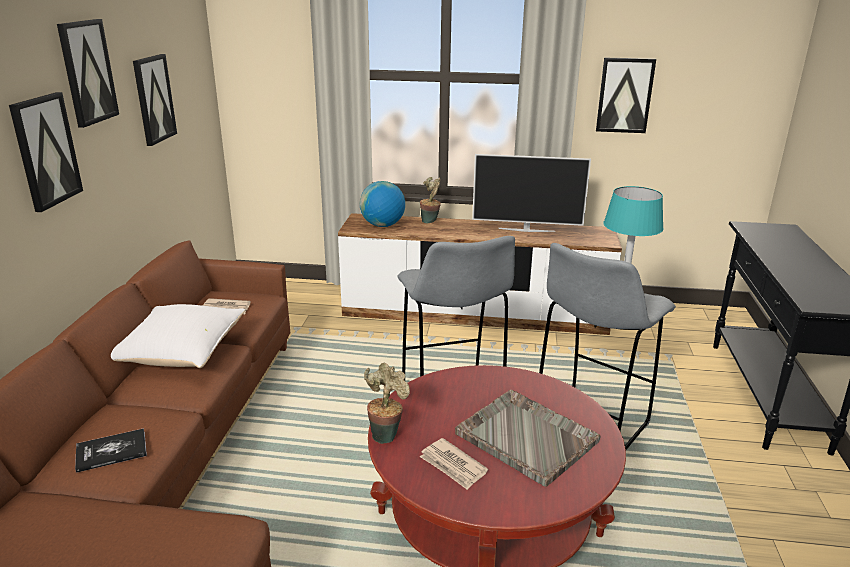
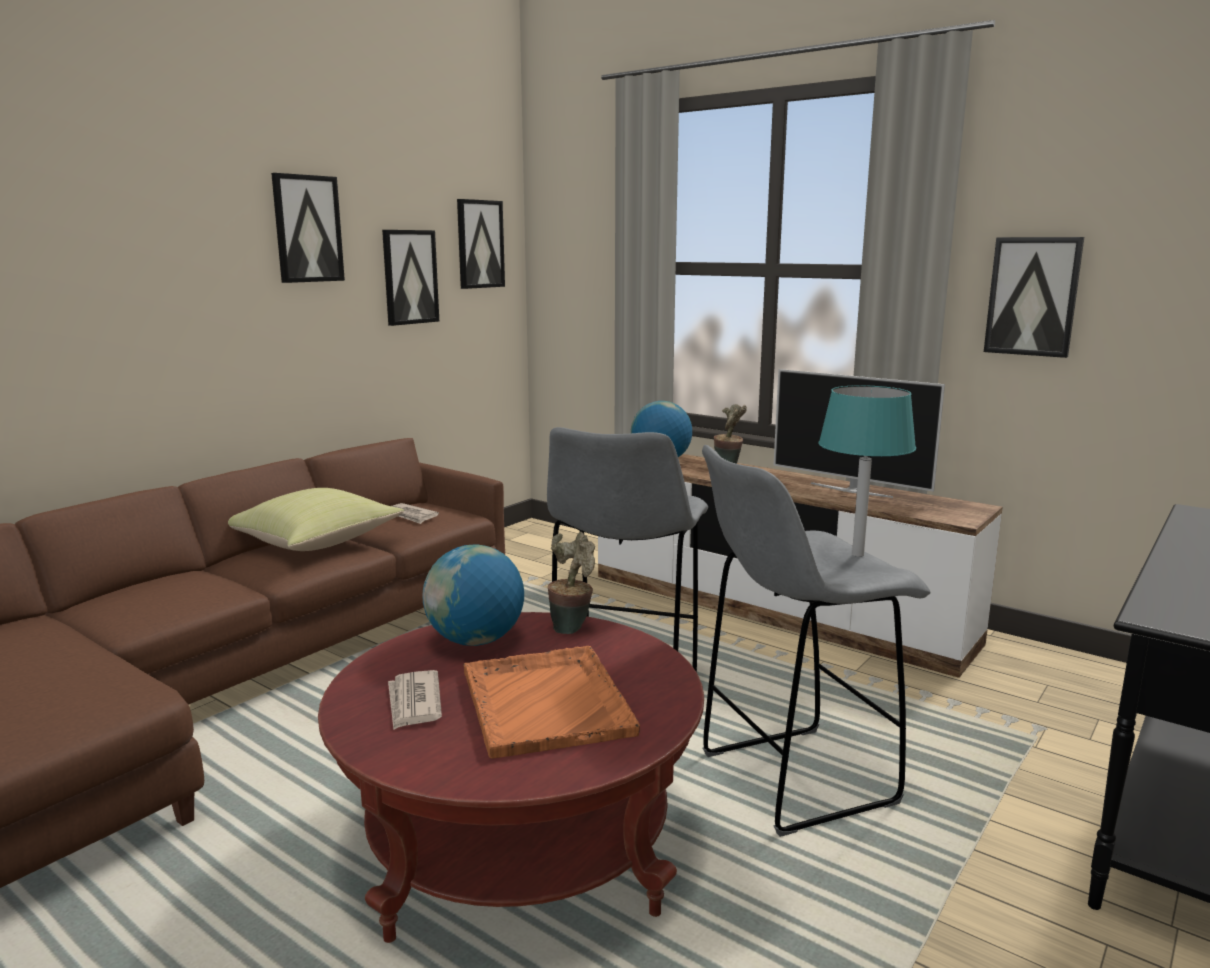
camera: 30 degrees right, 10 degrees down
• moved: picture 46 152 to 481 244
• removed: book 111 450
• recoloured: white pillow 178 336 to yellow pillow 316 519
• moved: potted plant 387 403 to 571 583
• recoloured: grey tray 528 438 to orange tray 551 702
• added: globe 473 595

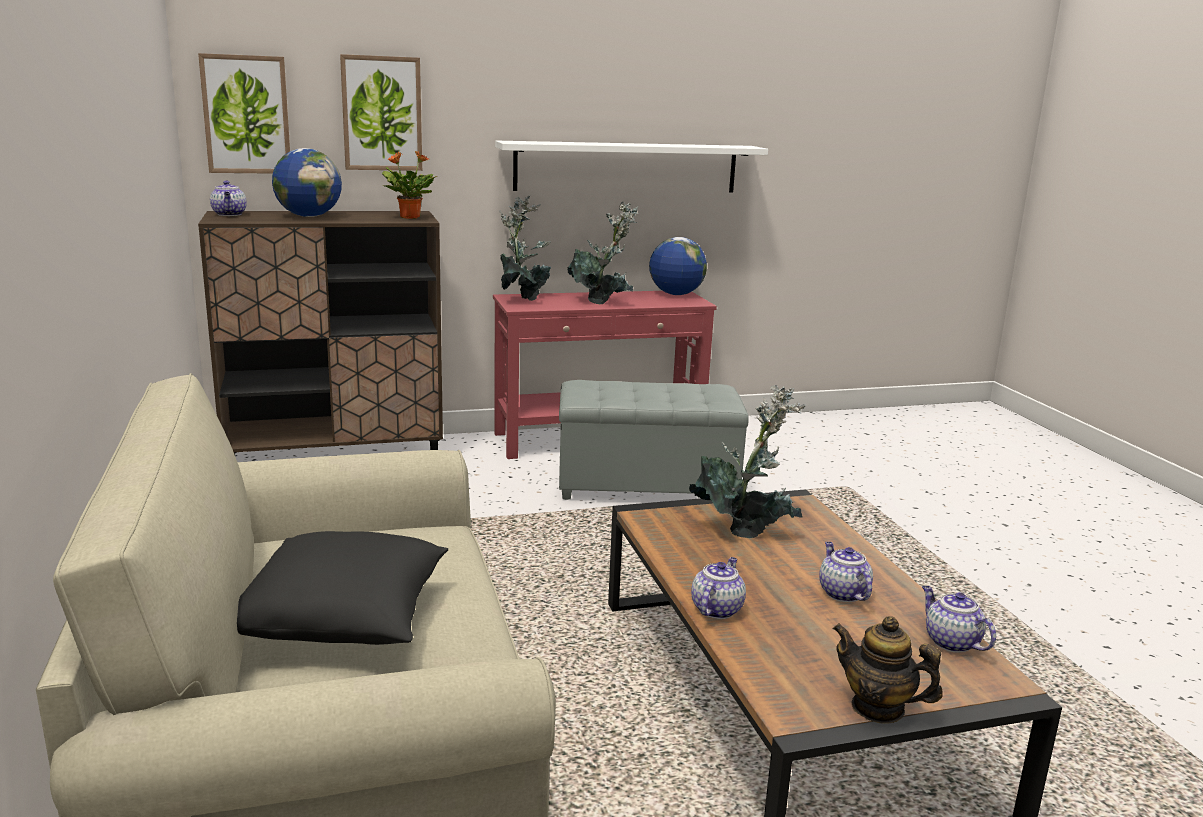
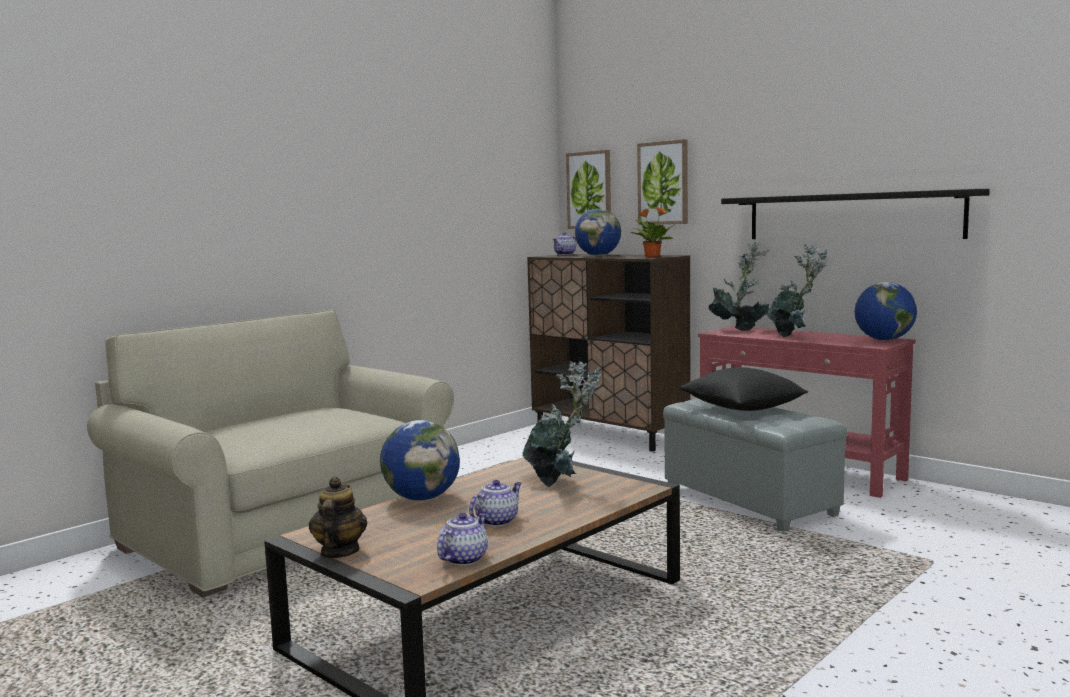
camera: 60 degrees right, 10 degrees down
• moved: black pillow 342 588 to 744 389
• recoloured: white shelf 631 166 to black shelf 855 214
• replaced: teapot 718 588 to globe 420 460

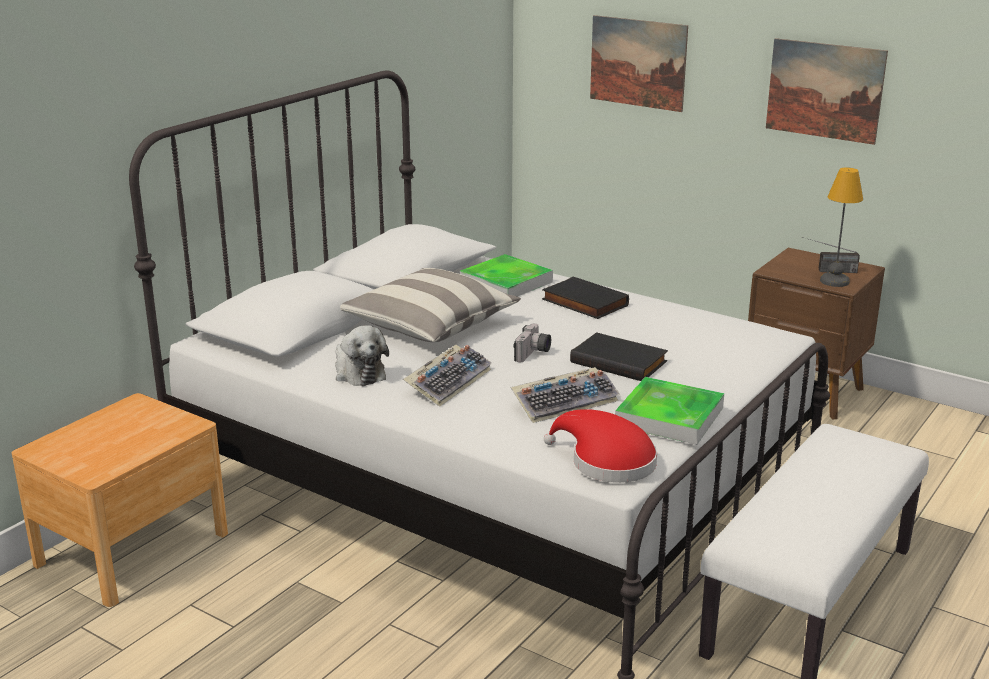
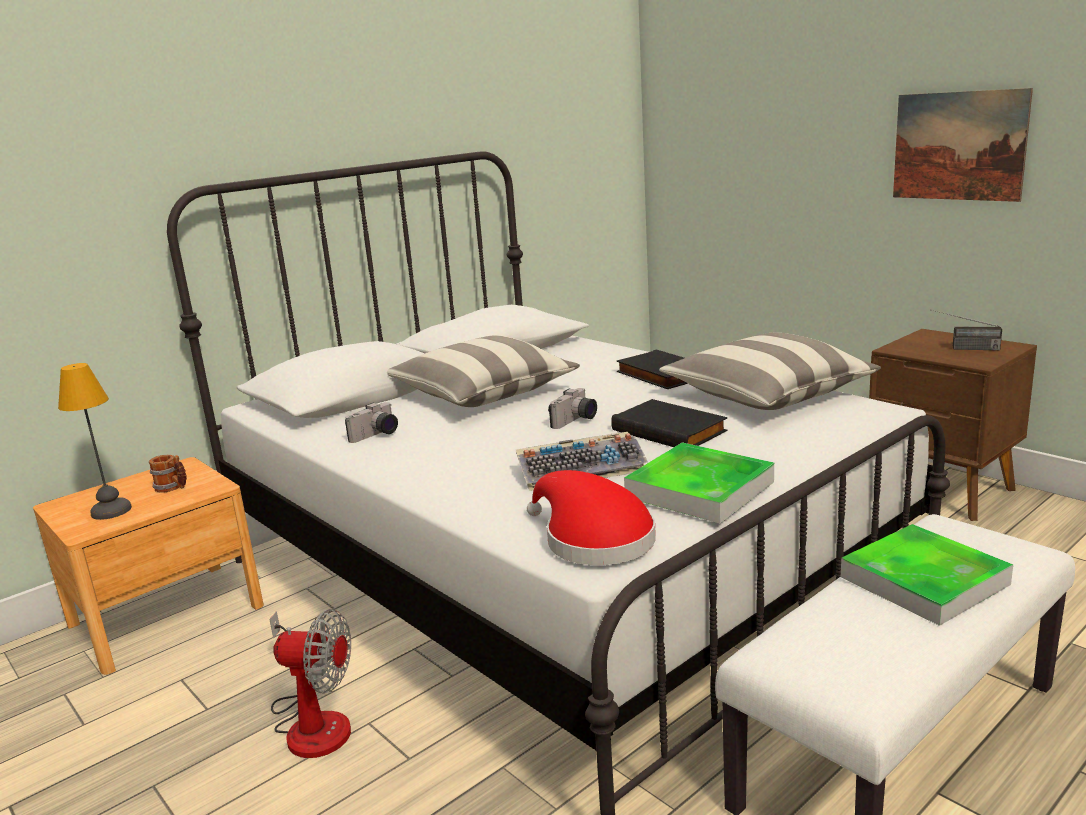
camera: 15 degrees right, 5 degrees down
• replaced: plush toy 362 355 to photo camera 371 422
• removed: keyboard 447 376
• moved: tray 506 275 to 927 575
• removed: picture 639 63
• moved: table lamp 841 227 to 95 441
• added: mug 168 474
• added: fan 310 683
• added: pillow 770 371

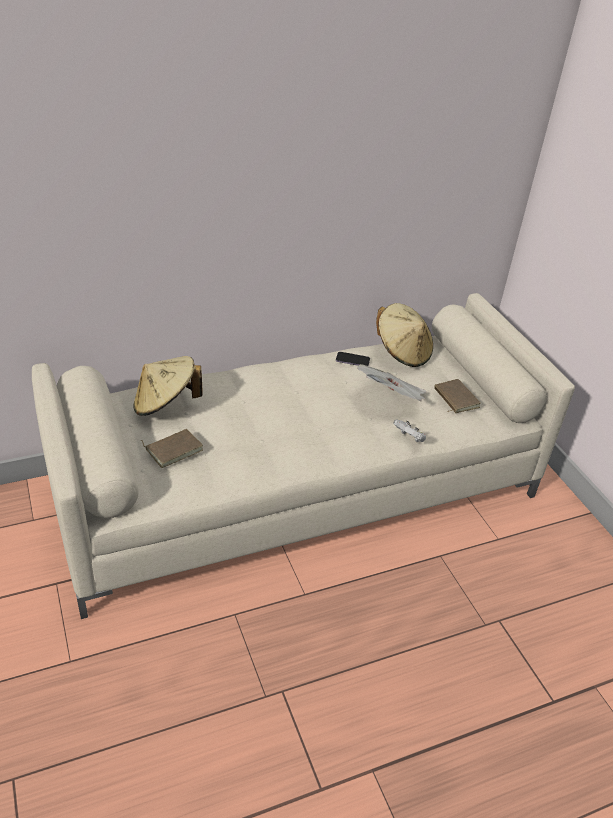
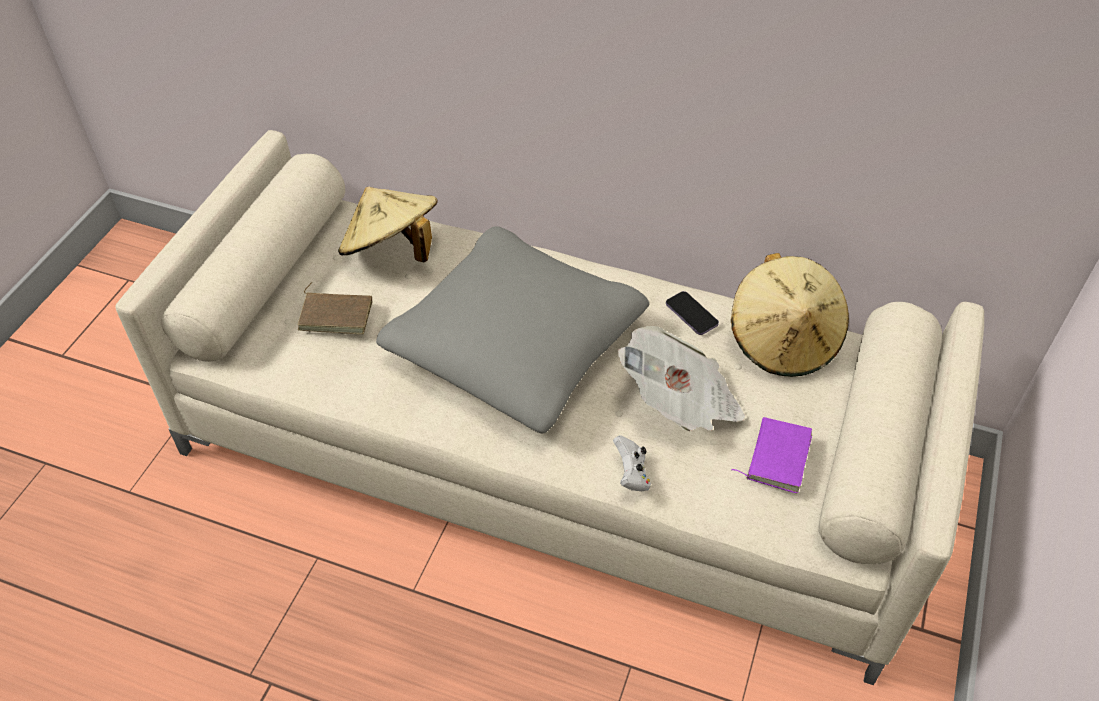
camera: 45 degrees right, 10 degrees up
• recoloured: brown book 457 396 to purple book 771 455
• added: grey pillow 512 329

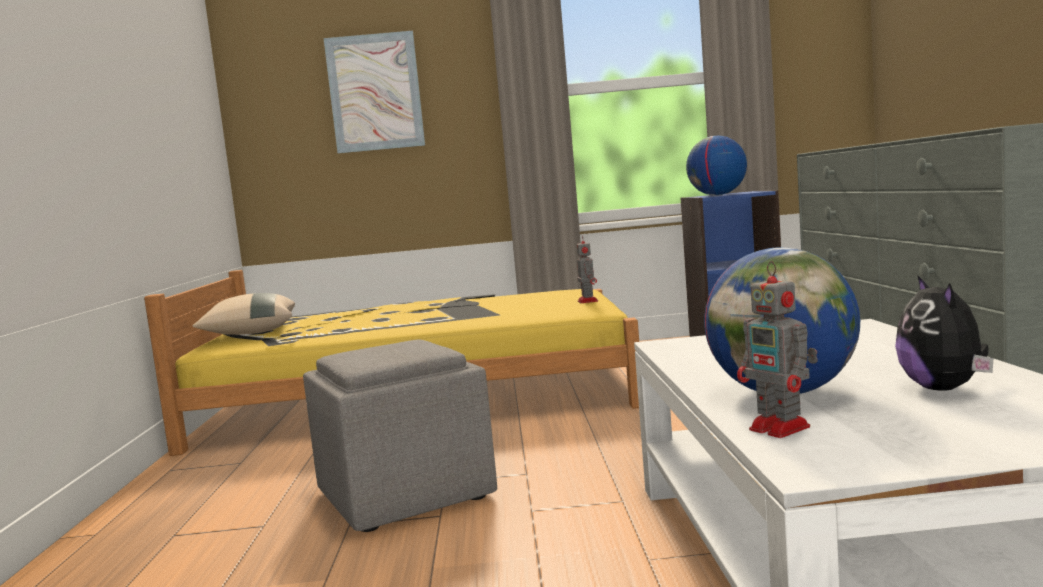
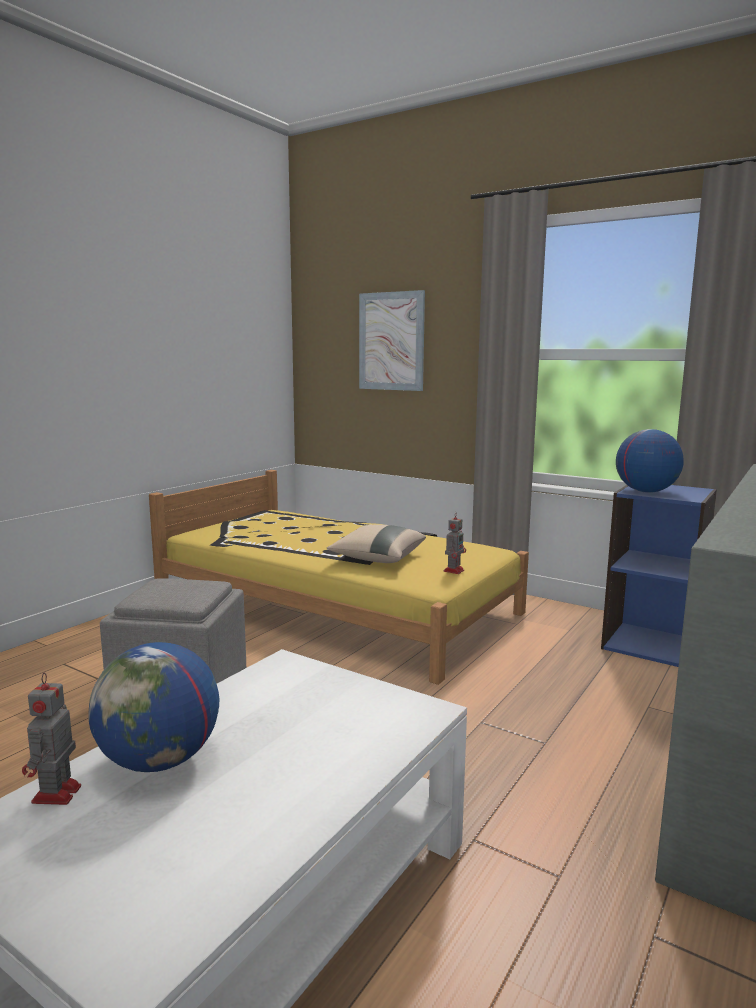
camera: 35 degrees right, 5 degrees up
• moved: beige pillow 243 314 to 376 543
• removed: plush toy 944 333

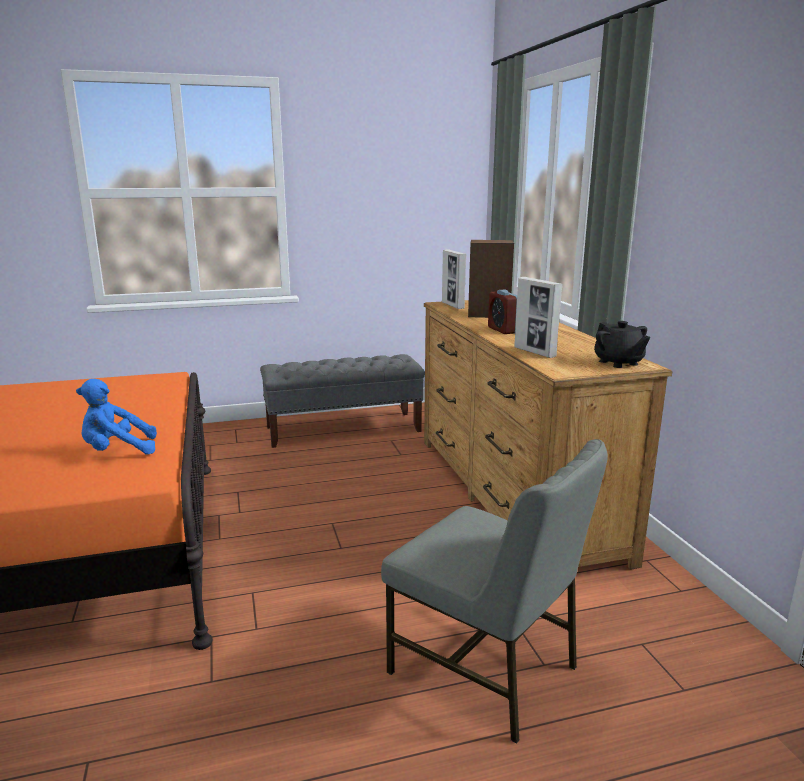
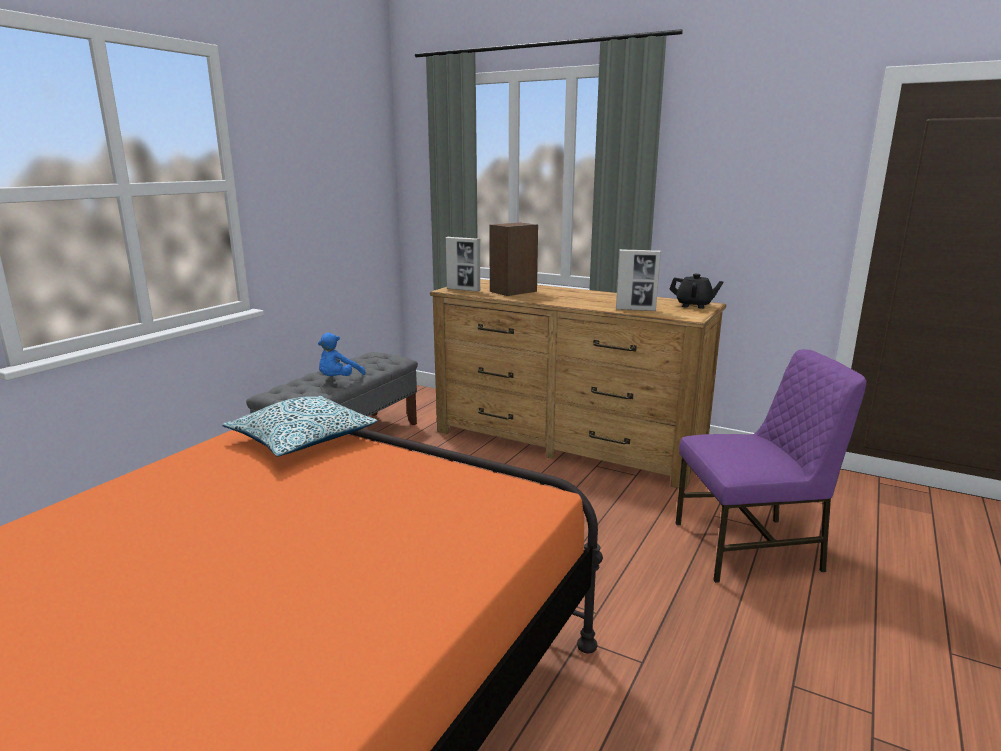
camera: 45 degrees left, 0 degrees up
• moved: blue plush toy 116 417 to 342 354
• recoloured: grey chair 494 591 to purple chair 771 466
• removed: alarm clock 502 311
• added: pillow 300 426

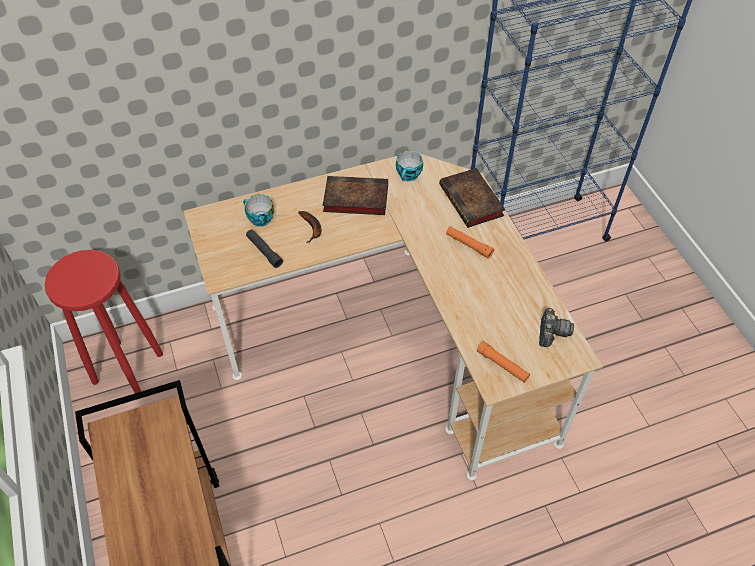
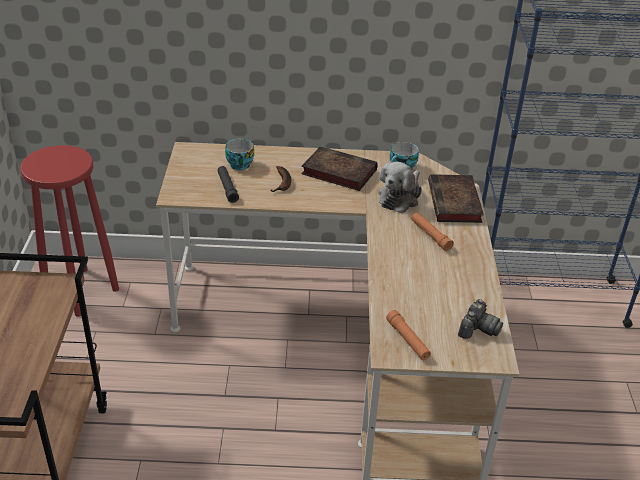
camera: 20 degrees right, 15 degrees down
• added: plush toy 400 187

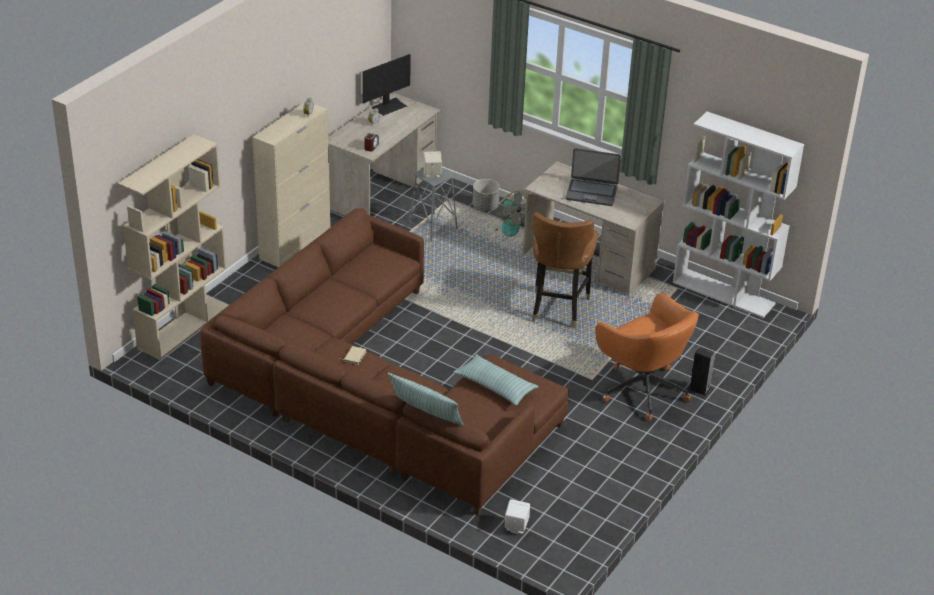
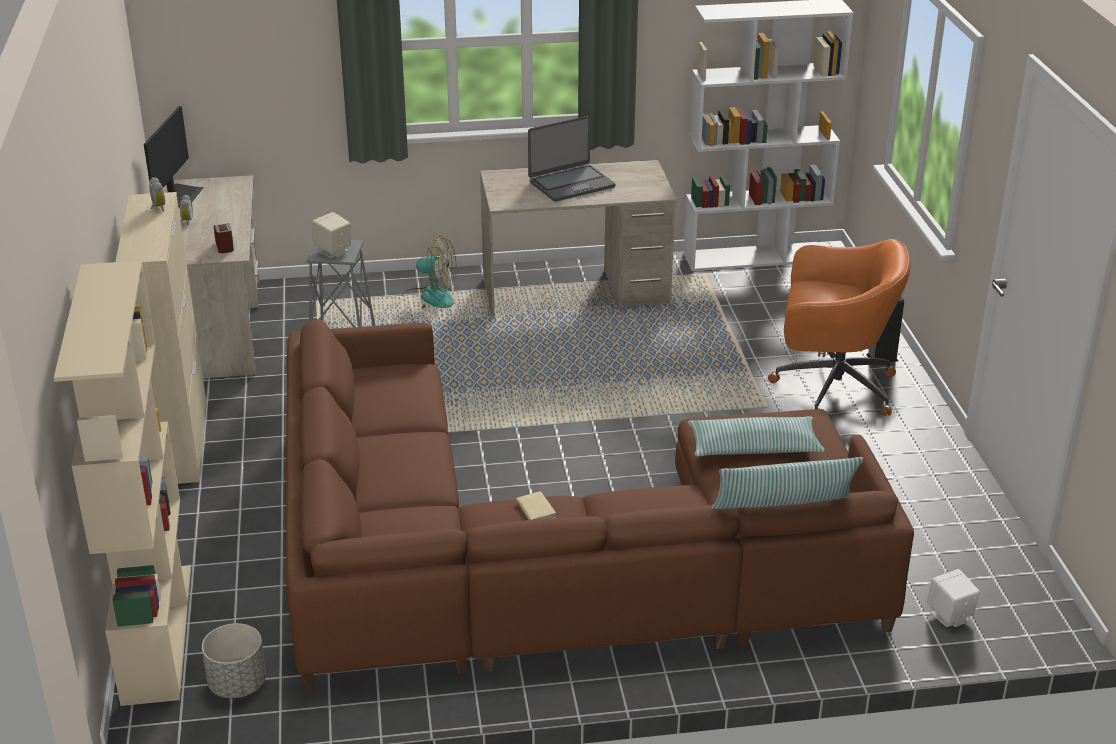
camera: 40 degrees left, 5 degrees down
• moved: grey planter 486 195 to 234 660
• removed: brown chair 565 270

